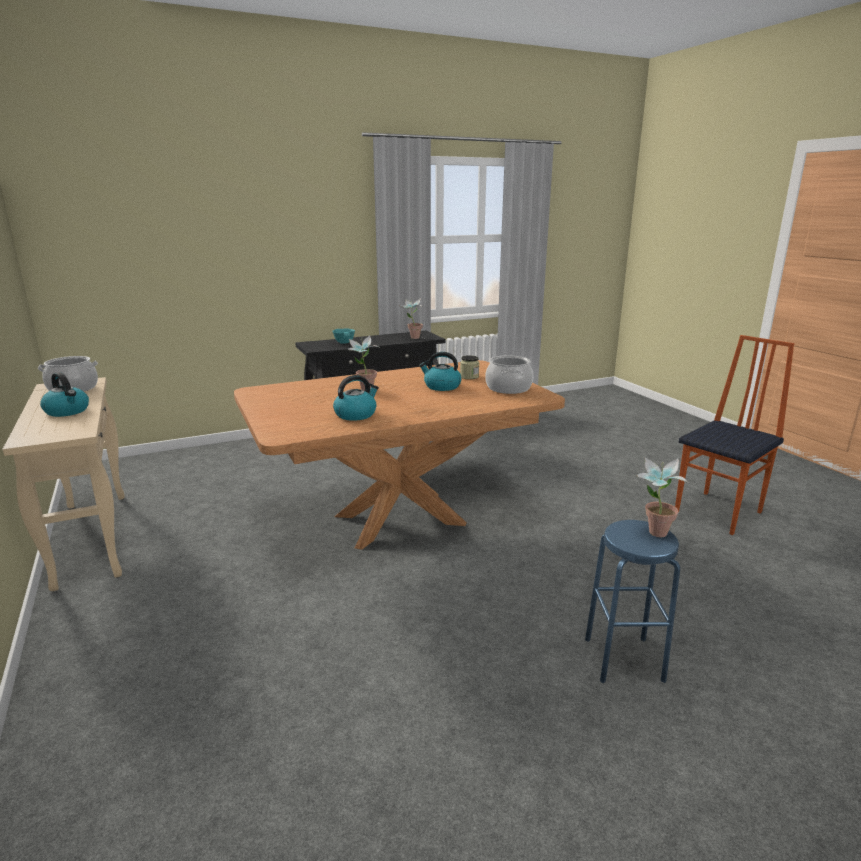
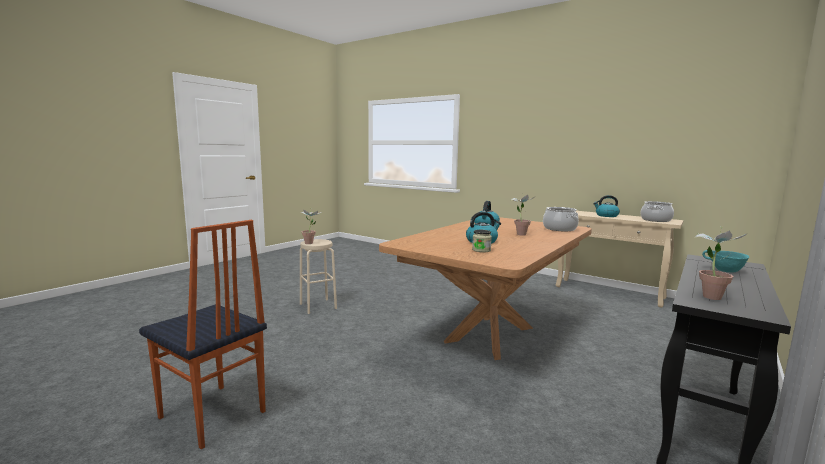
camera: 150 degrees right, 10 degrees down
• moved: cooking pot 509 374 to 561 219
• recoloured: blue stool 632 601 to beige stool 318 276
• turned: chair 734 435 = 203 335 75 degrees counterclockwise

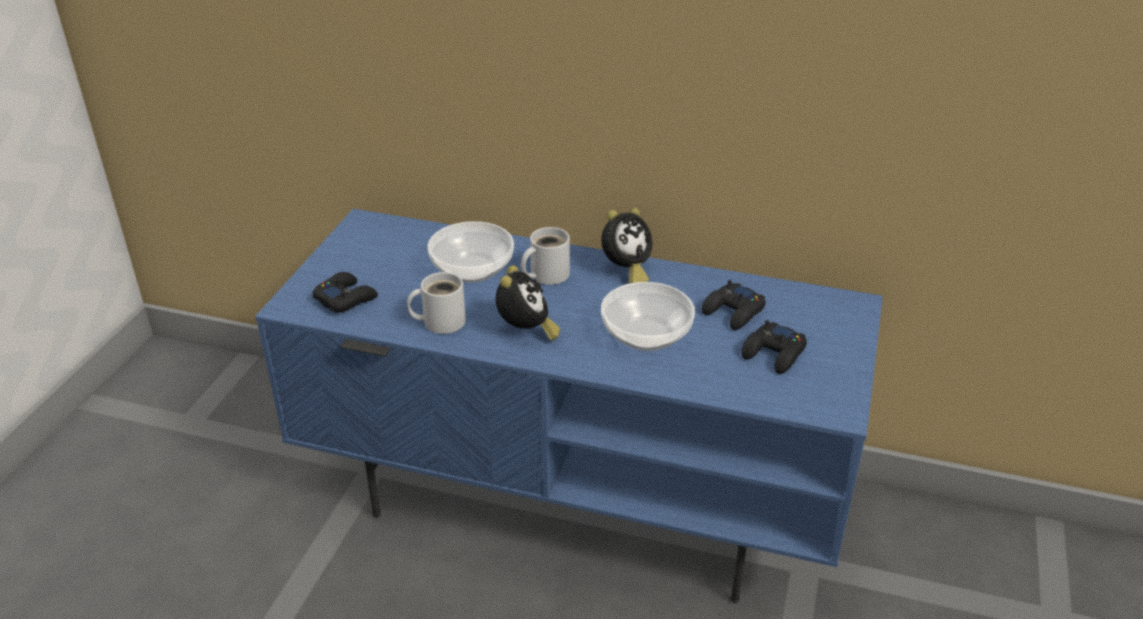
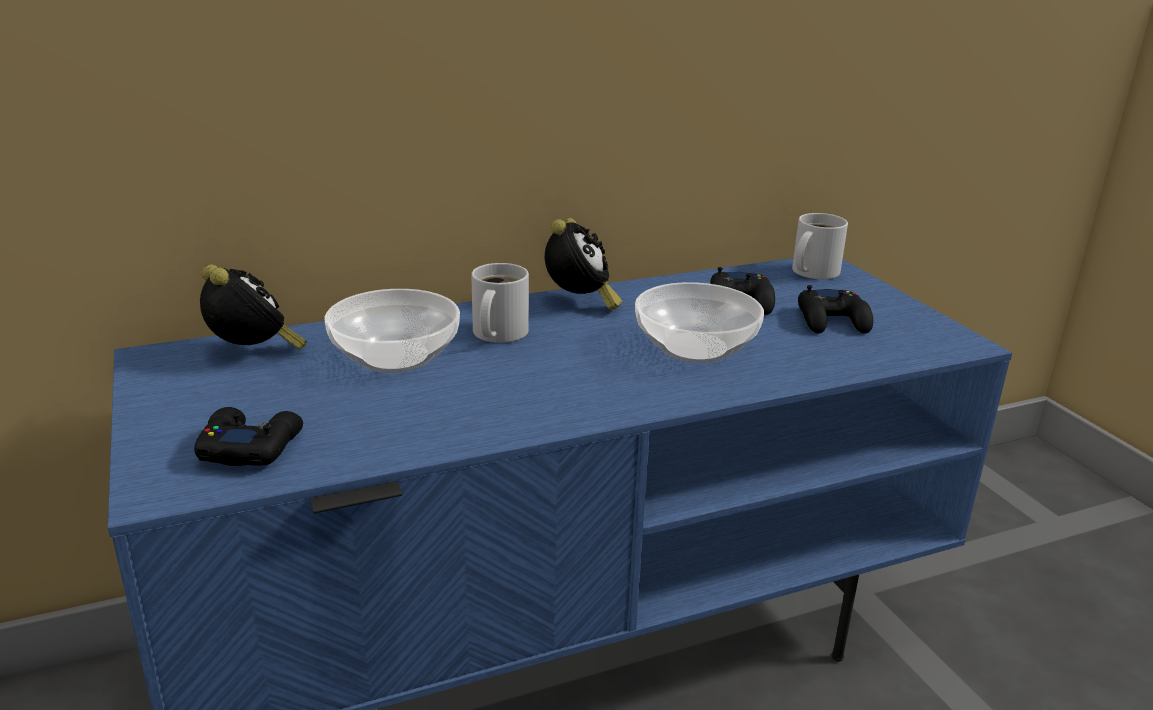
camera: 40 degrees left, 10 degrees down
• moved: white mug 436 303 to 820 246
• moved: alarm clock 528 303 to 253 307

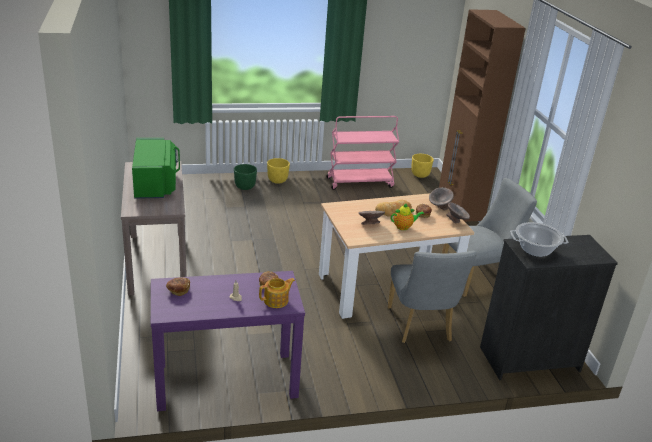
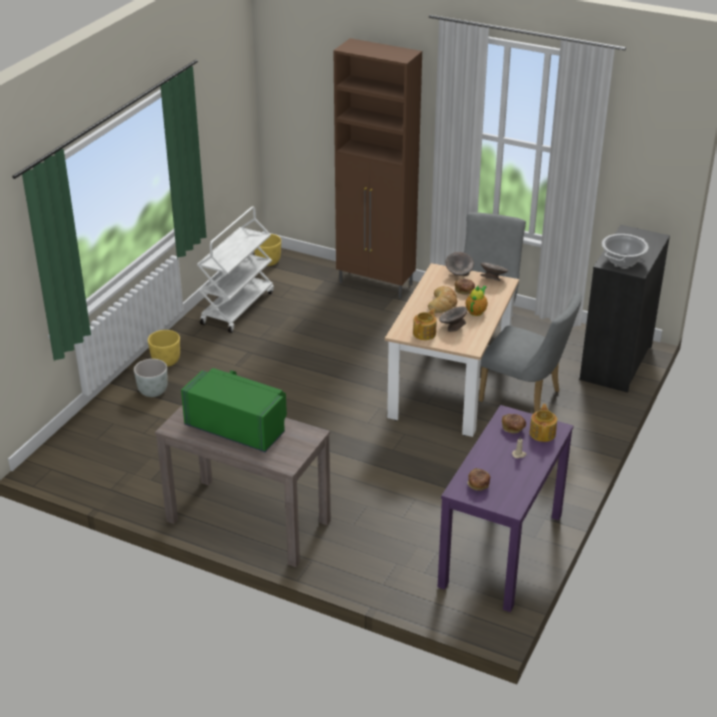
camera: 50 degrees left, 5 degrees up
• recoloured: green planter 245 177 to grey planter 151 378
• recoloured: pink cart 362 153 to white cart 235 269
• added: teapot 425 324

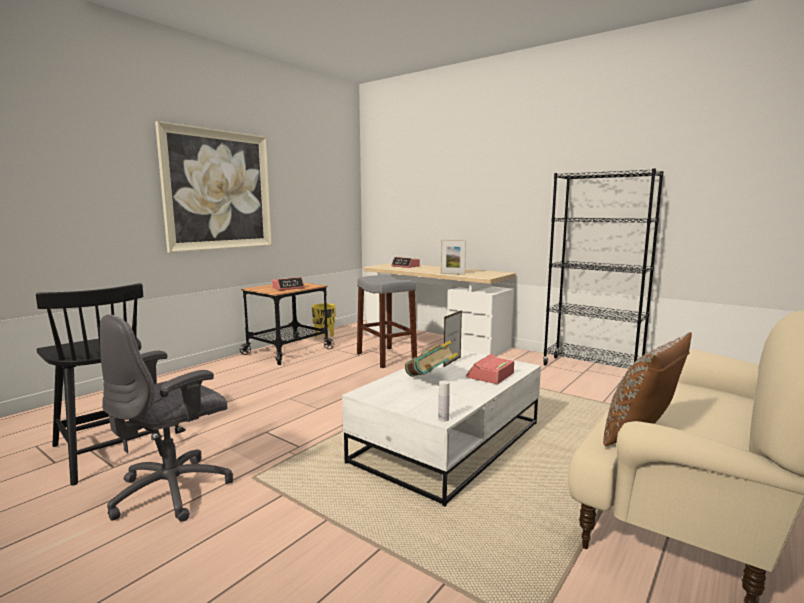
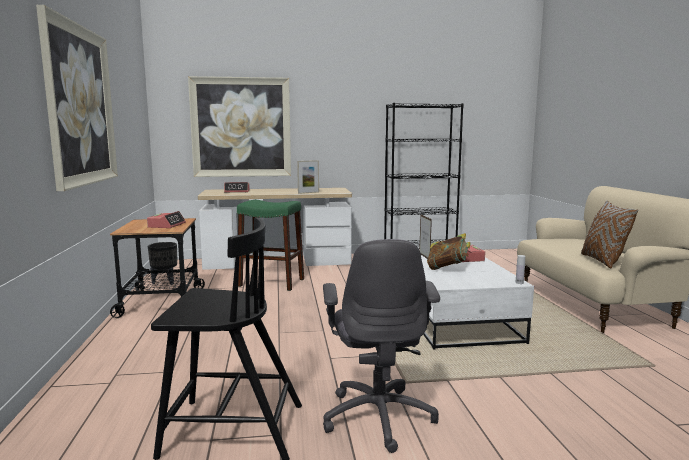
camera: 45 degrees left, 0 degrees up
• recoloured: yellow planter 324 322 to black planter 162 263
• recoloured: grey stool 387 321 to green stool 270 245
• added: picture 239 126

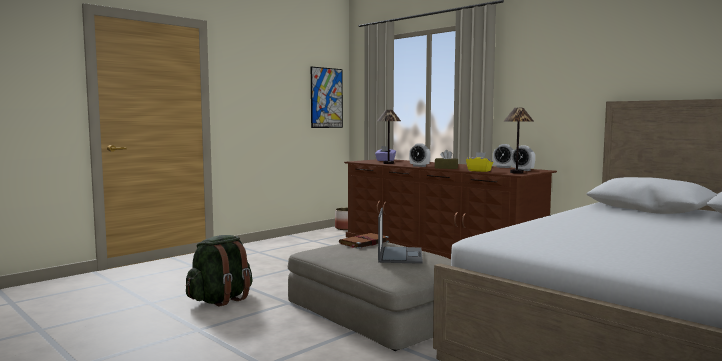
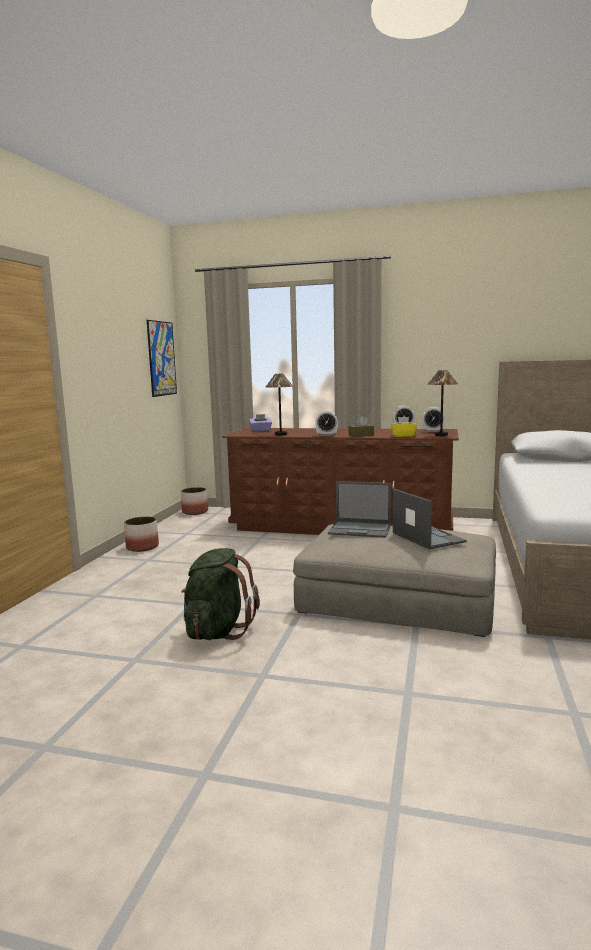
camera: 30 degrees left, 5 degrees up
• replaced: brown book 364 241 to laptop 359 509
• added: planter 141 534

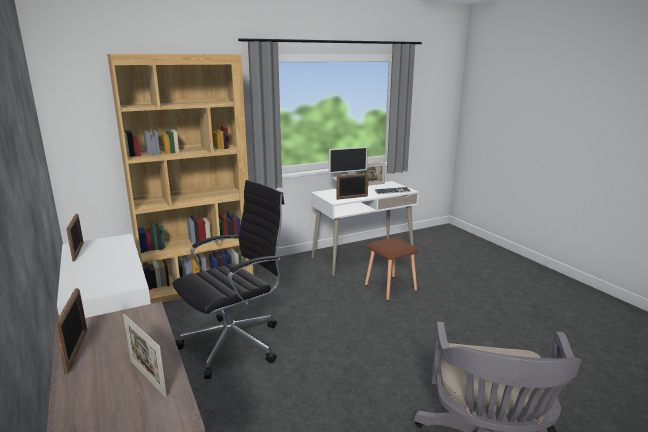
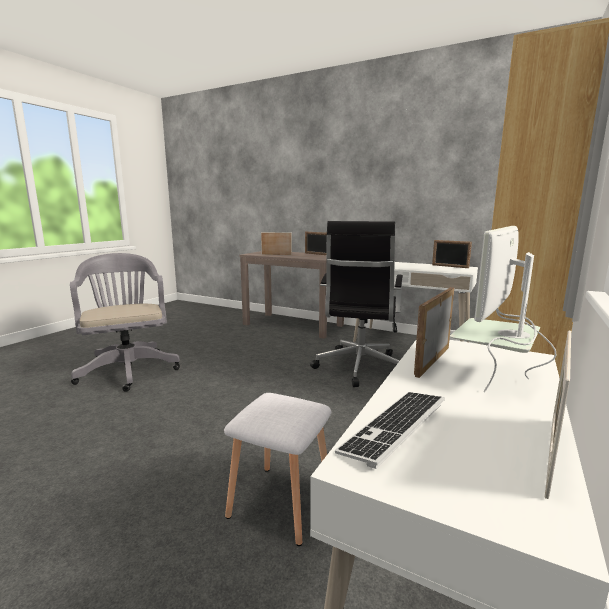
camera: 145 degrees right, 5 degrees down
• recoloured: brown stool 391 269 to white stool 277 469

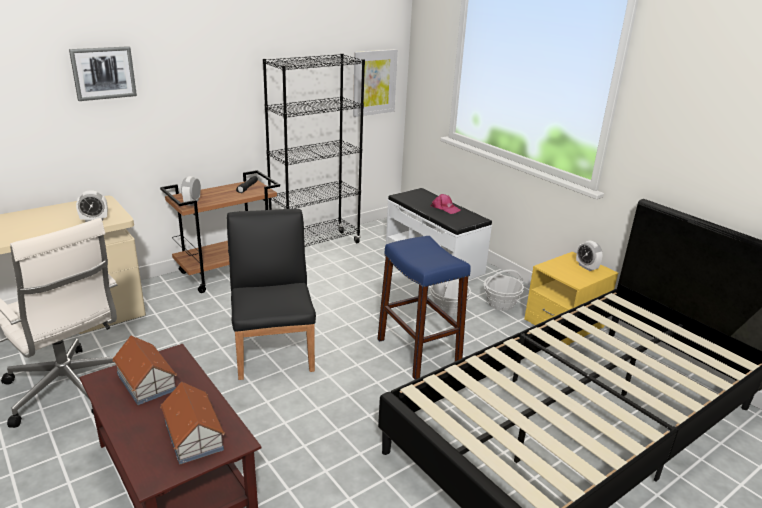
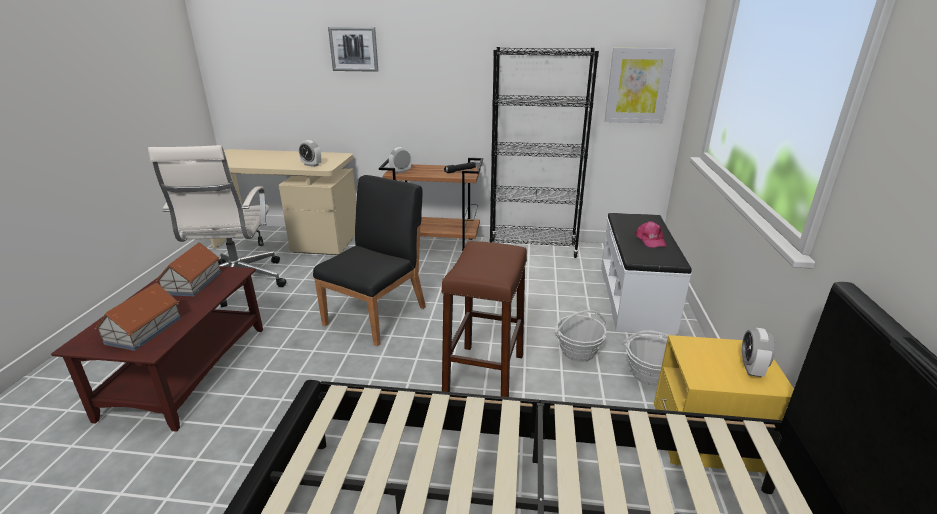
camera: 45 degrees right, 0 degrees up
• recoloured: blue stool 424 308 to brown stool 484 319

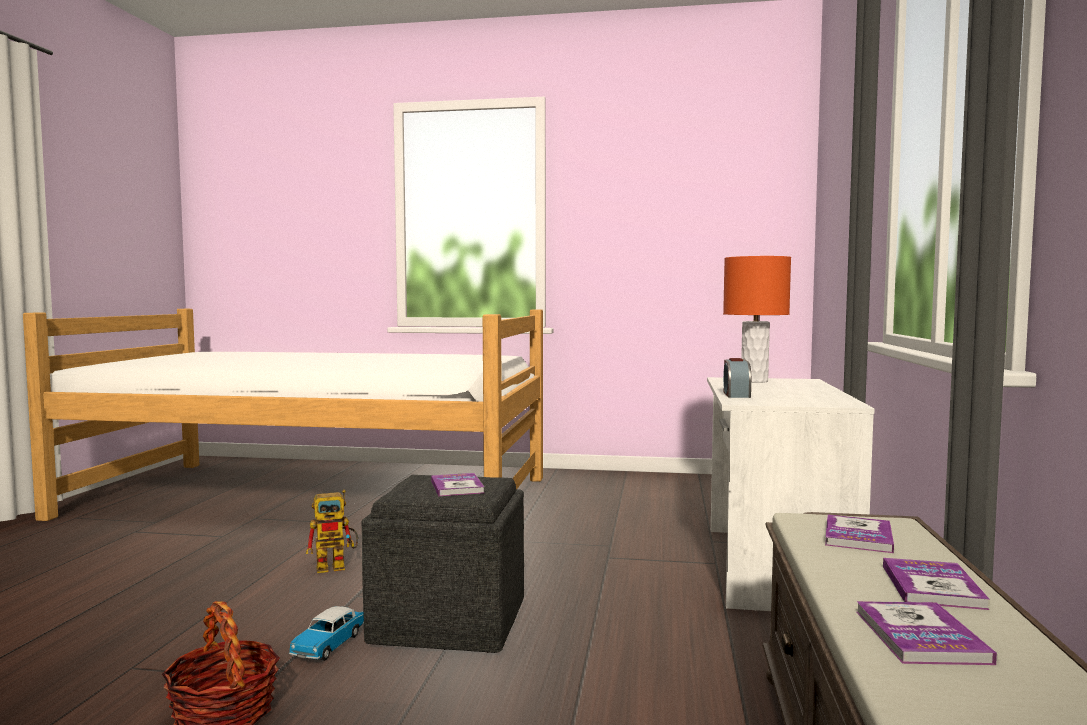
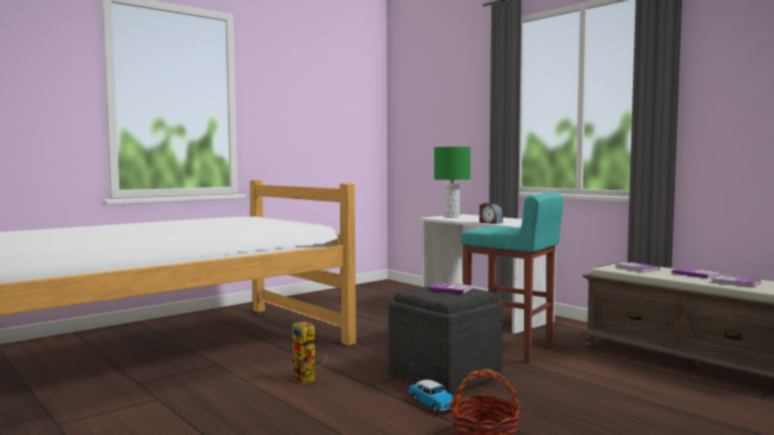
camera: 50 degrees left, 0 degrees up
• turned: toy robot 332 531 = 309 352 120 degrees clockwise
• recoloured: orange table lamp 757 319 to green table lamp 452 182
• added: turquoise stool 512 278

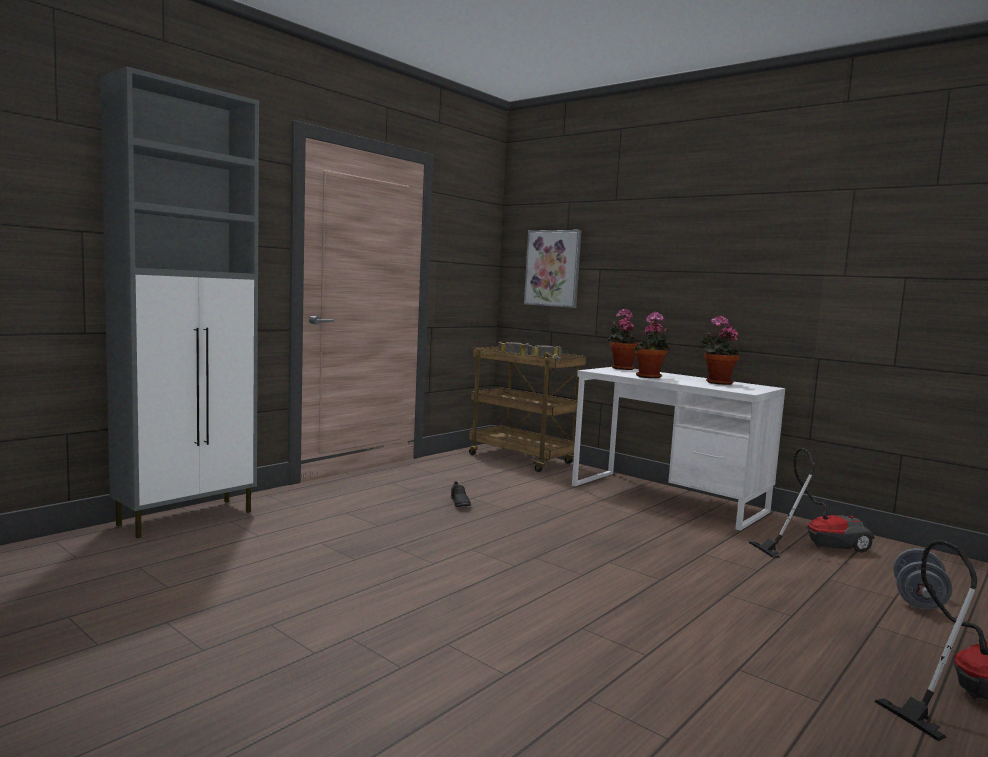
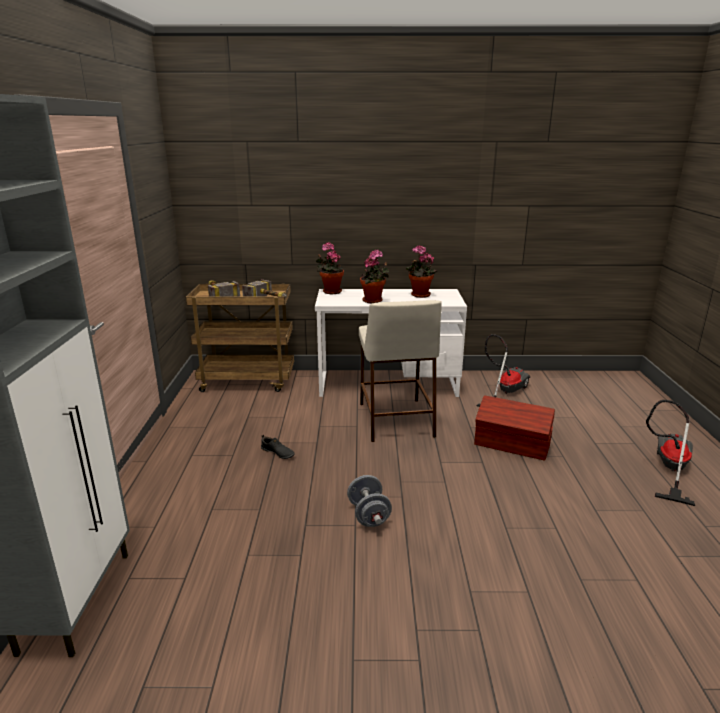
camera: 40 degrees left, 15 degrees up
• removed: picture 552 269
• moved: grey dumbbell 922 579 to 369 501
• added: beige stool 400 371
• added: brown storage box 514 428

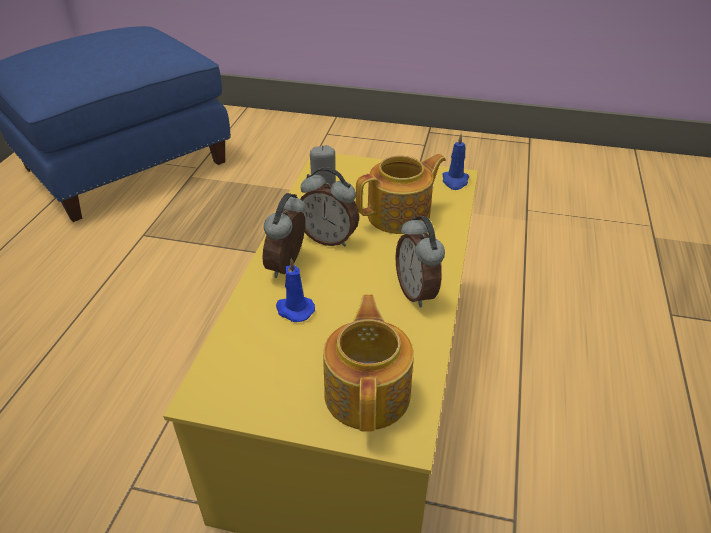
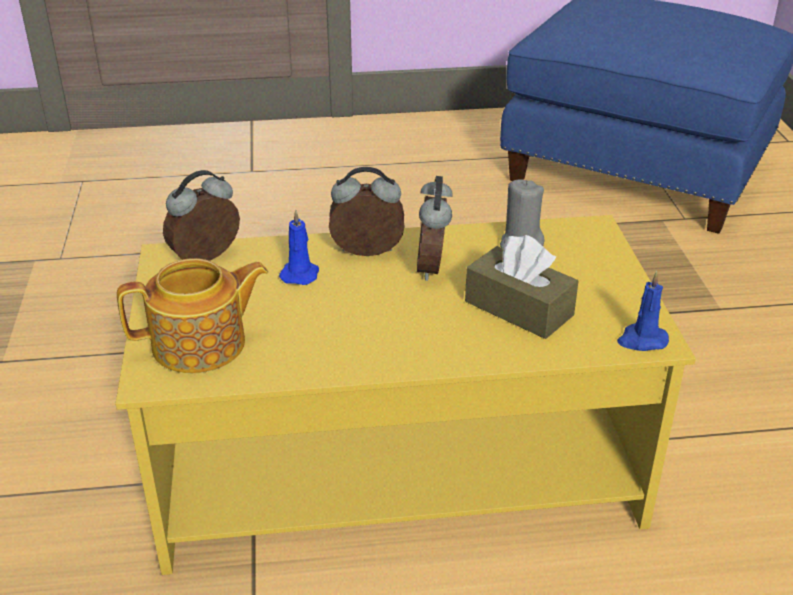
camera: 70 degrees right, 5 degrees down
• replaced: teapot 401 194 to brown tissue box 521 287
• moved: alarm clock 420 261 to 201 215

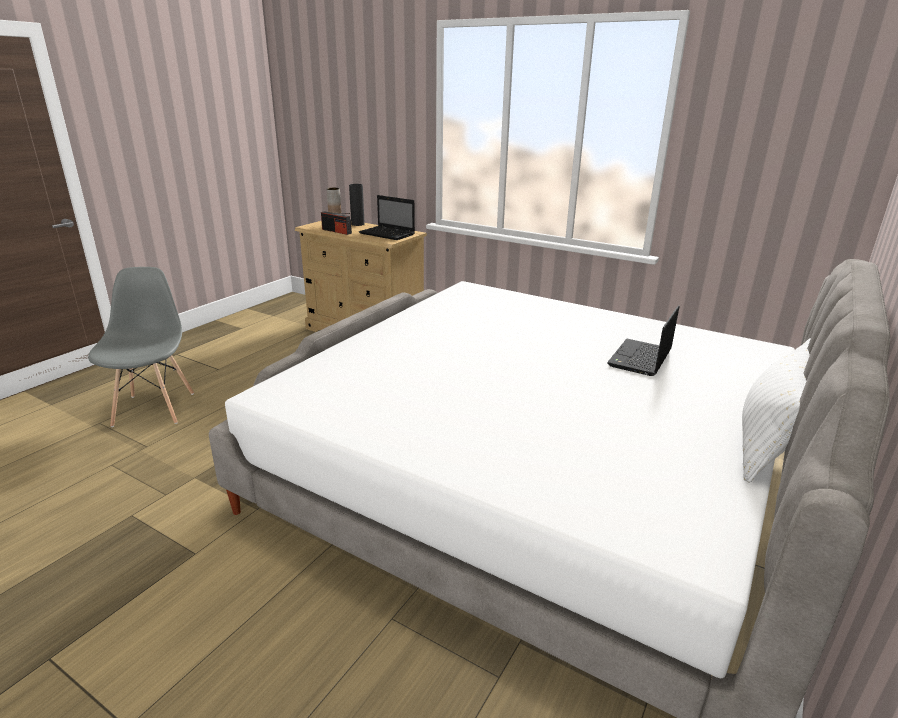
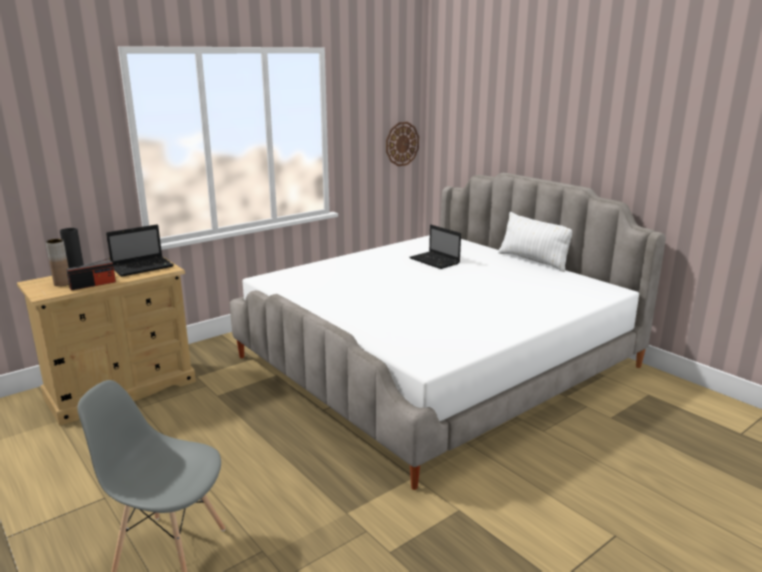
camera: 70 degrees left, 5 degrees down
• added: wall clock 402 144

